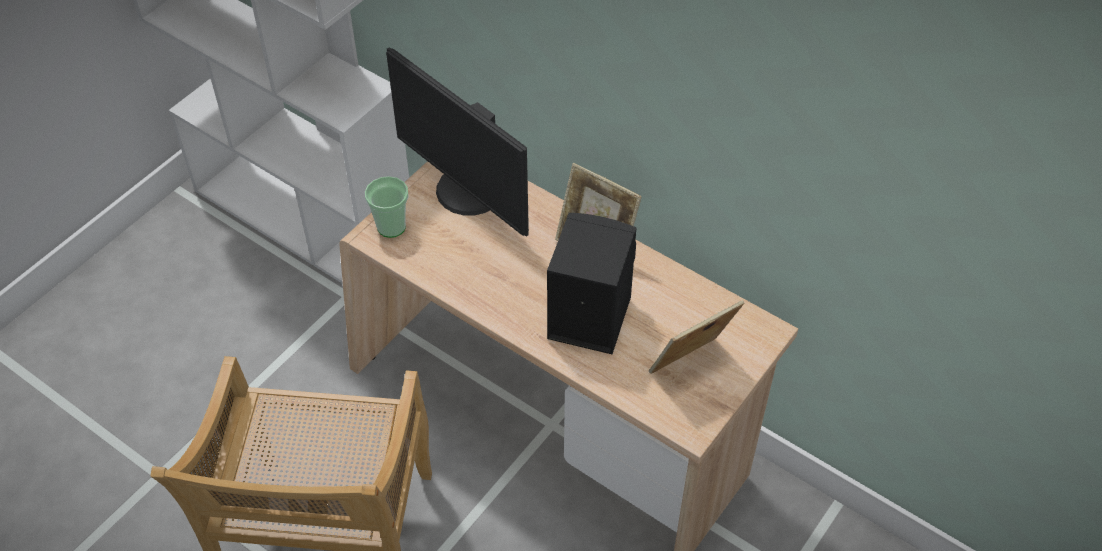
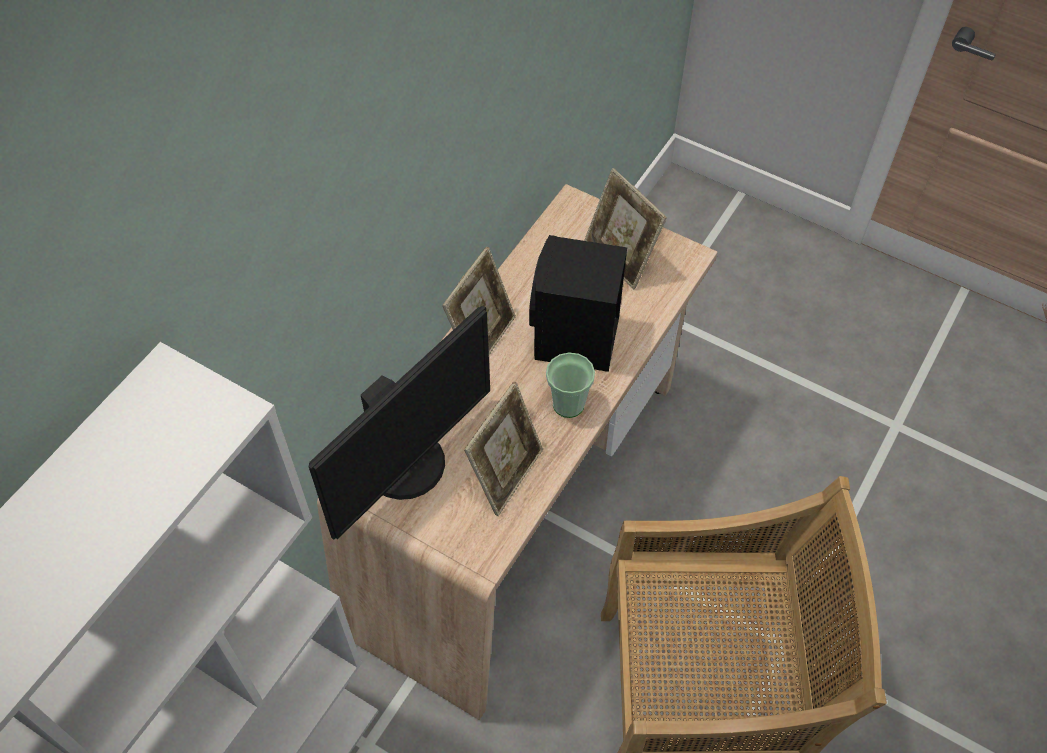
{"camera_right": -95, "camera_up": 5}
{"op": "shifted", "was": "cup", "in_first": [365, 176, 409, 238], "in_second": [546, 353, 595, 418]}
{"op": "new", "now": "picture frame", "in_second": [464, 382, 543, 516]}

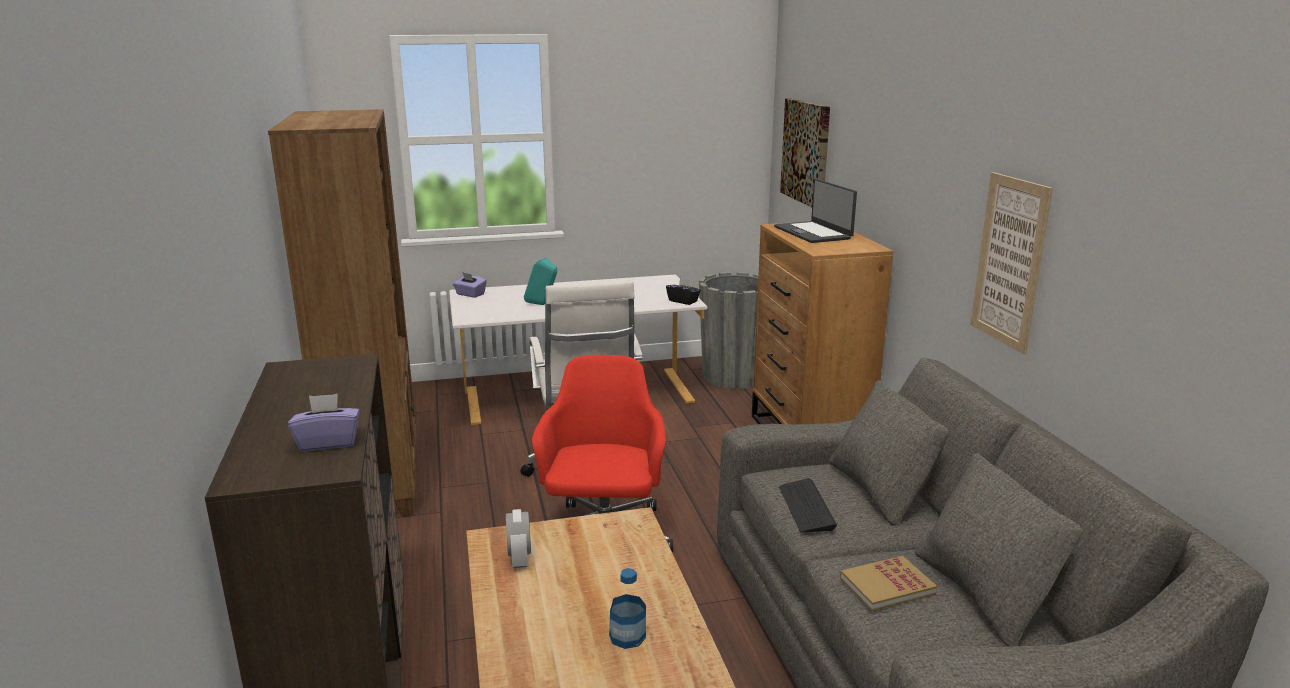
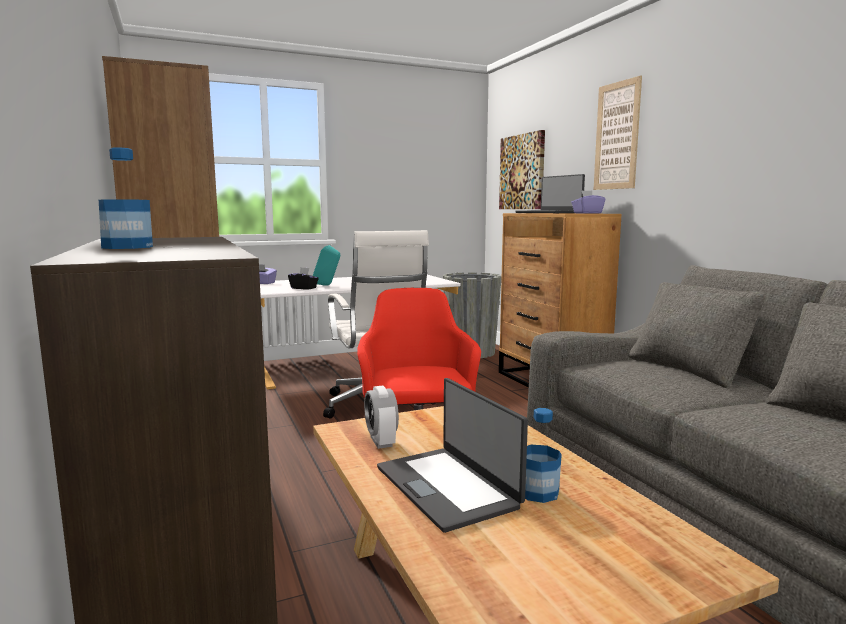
{"camera_right": -10, "camera_up": -10}
{"op": "shifted", "was": "picture", "in_first": [970, 172, 1053, 355], "in_second": [594, 75, 642, 190]}
{"op": "shifted", "was": "black tissue box", "in_first": [666, 277, 701, 305], "in_second": [288, 268, 319, 290]}
{"op": "shifted", "was": "purple tissue box", "in_first": [288, 394, 360, 451], "in_second": [571, 190, 605, 214]}
{"op": "gone", "was": "keyboard", "in_first": [779, 478, 837, 532]}
{"op": "gone", "was": "book", "in_first": [840, 556, 937, 611]}
{"op": "new", "now": "bottle", "in_second": [99, 147, 153, 249]}
{"op": "new", "now": "laptop", "in_second": [377, 378, 528, 533]}

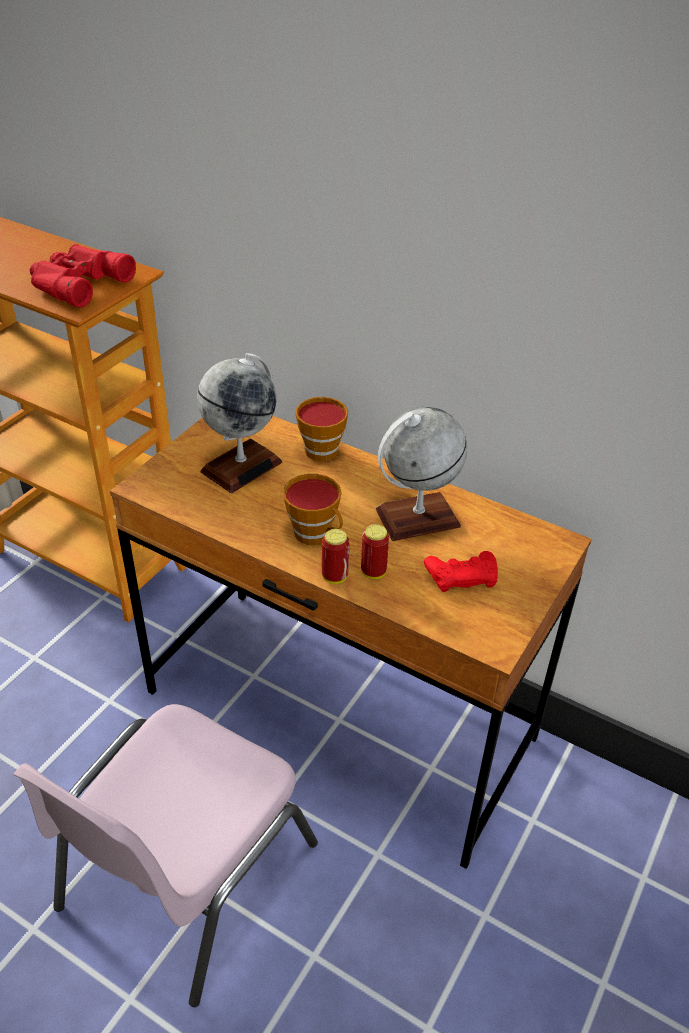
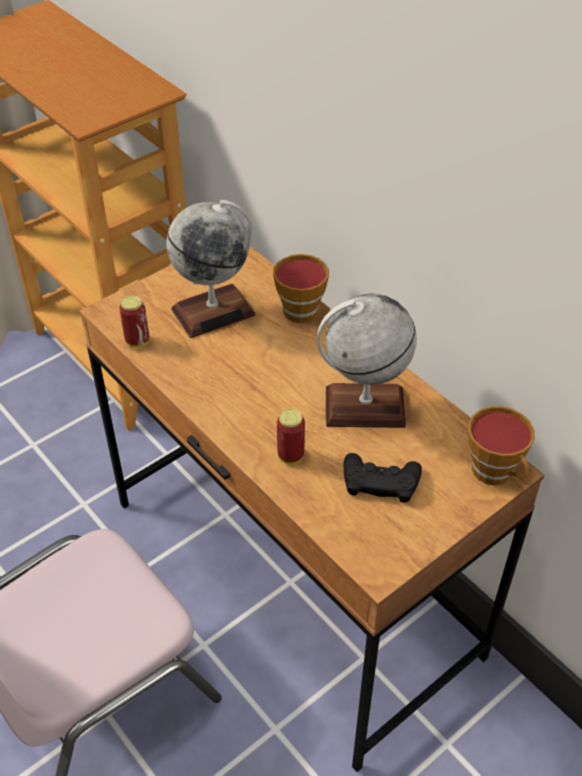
{"camera_right": 20, "camera_up": 5}
{"op": "gone", "was": "red binoculars", "in_first": [30, 244, 136, 308]}
{"op": "shifted", "was": "cup", "in_first": [283, 474, 343, 545], "in_second": [468, 406, 535, 485]}
{"op": "shifted", "was": "can", "in_first": [322, 529, 349, 584], "in_second": [119, 295, 149, 348]}
{"op": "repainted", "was": "red game controller", "now": "black game controller", "in_first": [424, 551, 498, 592], "in_second": [344, 453, 422, 503]}

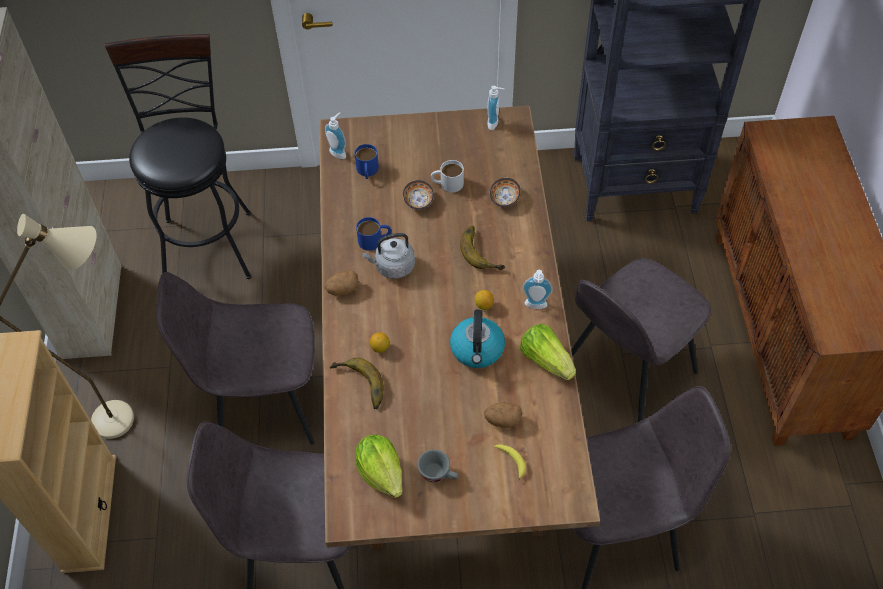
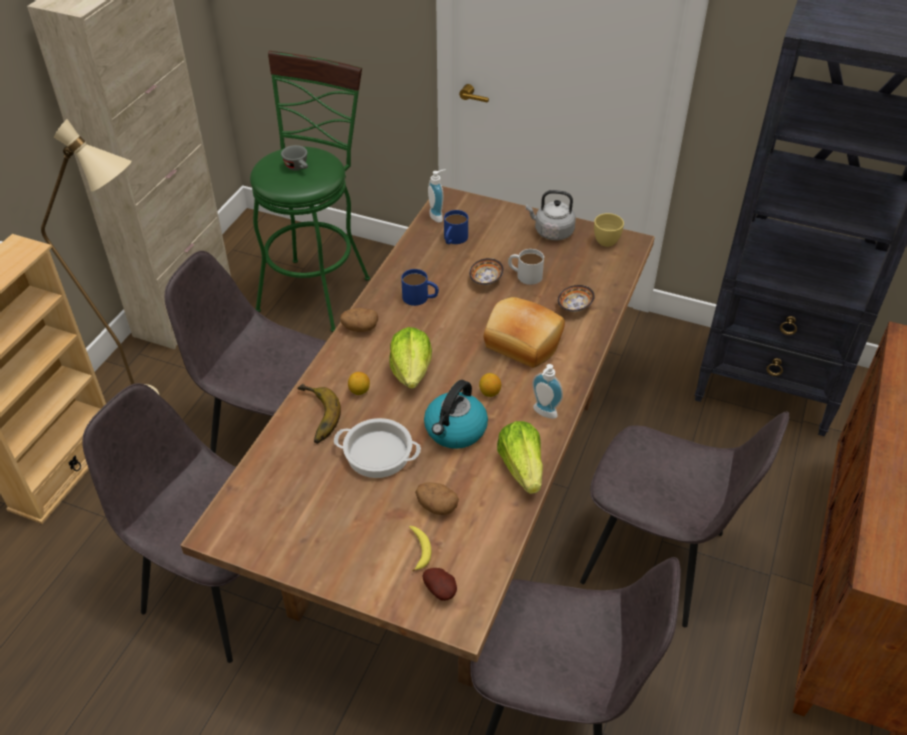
{"camera_right": 25, "camera_up": -10}
{"op": "repainted", "was": "black stool", "now": "green stool", "in_first": [105, 34, 251, 279], "in_second": [250, 51, 370, 332]}
{"op": "swapped", "was": "soap dispenser", "now": "yellow cup", "in_first": [487, 86, 504, 130], "in_second": [594, 213, 624, 247]}
{"op": "swapped", "was": "banana", "now": "bread", "in_first": [460, 226, 505, 270], "in_second": [483, 297, 565, 368]}
{"op": "shifted", "was": "grey kettle", "in_first": [362, 233, 415, 279], "in_second": [526, 190, 576, 240]}
{"op": "rotated", "was": "grey chair", "in_first": [571, 258, 711, 422], "in_second": [580, 411, 789, 627], "clockwise": -135}
{"op": "shifted", "was": "lettuce", "in_first": [356, 434, 402, 498], "in_second": [389, 327, 432, 389]}
{"op": "shifted", "was": "grey cup", "in_first": [417, 450, 459, 483], "in_second": [281, 145, 308, 171]}
{"op": "new", "now": "cooking pot", "in_second": [334, 418, 421, 478]}
{"op": "new", "now": "potato", "in_second": [422, 568, 457, 601]}

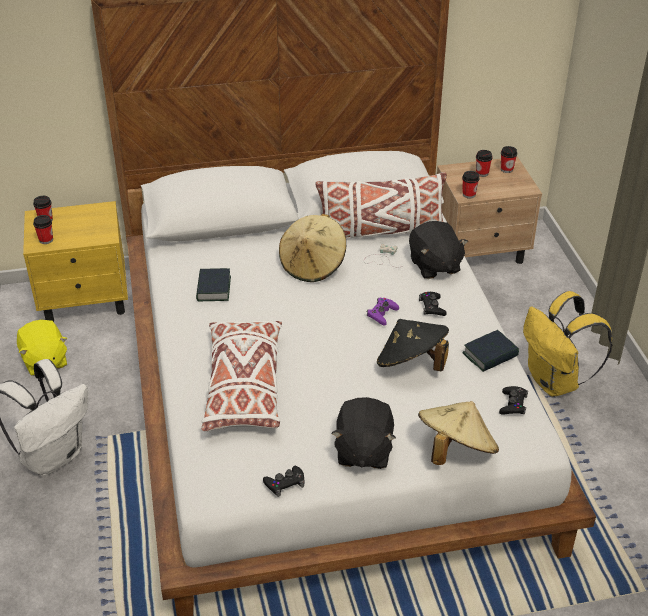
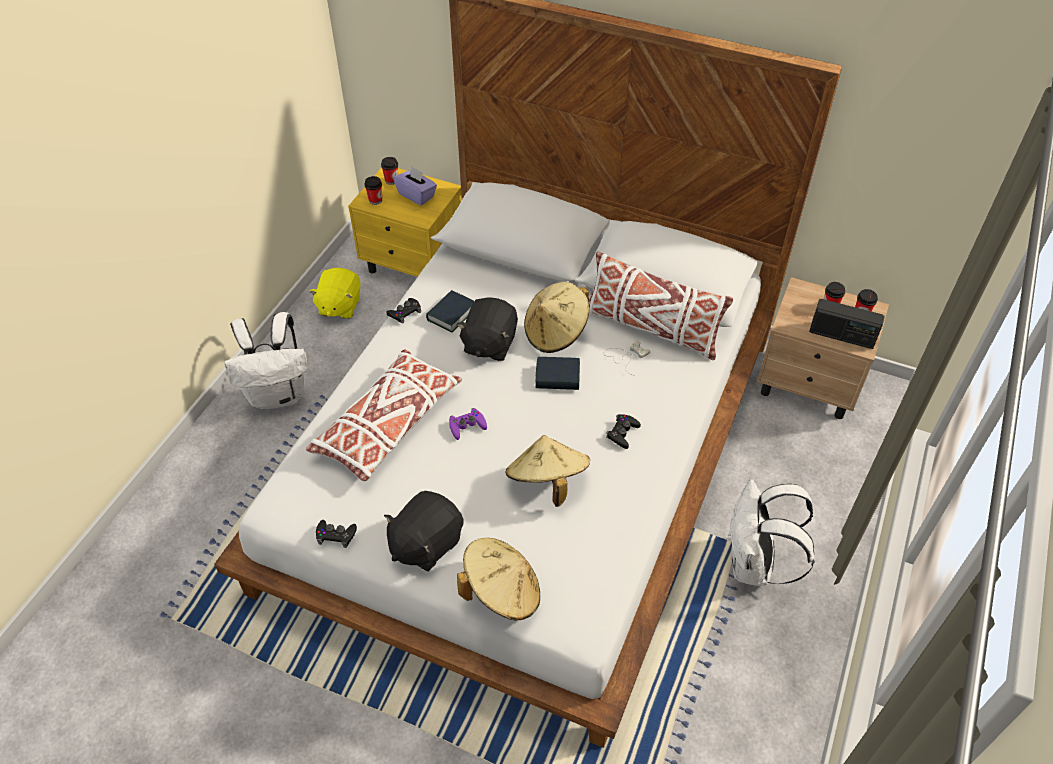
{"camera_right": 35, "camera_up": 10}
{"op": "gone", "was": "cup", "in_first": [462, 171, 479, 199]}
{"op": "shifted", "was": "black plush toy", "in_first": [409, 221, 468, 279], "in_second": [456, 297, 518, 361]}
{"op": "repainted", "was": "yellow backpack", "now": "white backpack", "in_first": [523, 291, 613, 397], "in_second": [728, 479, 815, 586]}
{"op": "shifted", "was": "purple game controller", "in_first": [367, 298, 399, 326], "in_second": [449, 408, 487, 440]}
{"op": "repainted", "was": "black hat", "now": "beige hat", "in_first": [377, 319, 449, 371], "in_second": [506, 435, 590, 507]}
{"op": "shifted", "was": "book", "in_first": [462, 330, 519, 372], "in_second": [535, 357, 580, 390]}
{"op": "shifted", "was": "black game controller", "in_first": [499, 386, 528, 415], "in_second": [387, 298, 421, 324]}
{"op": "new", "now": "purple tissue box", "in_second": [393, 166, 437, 205]}
{"op": "new", "now": "radio", "in_second": [809, 299, 885, 349]}

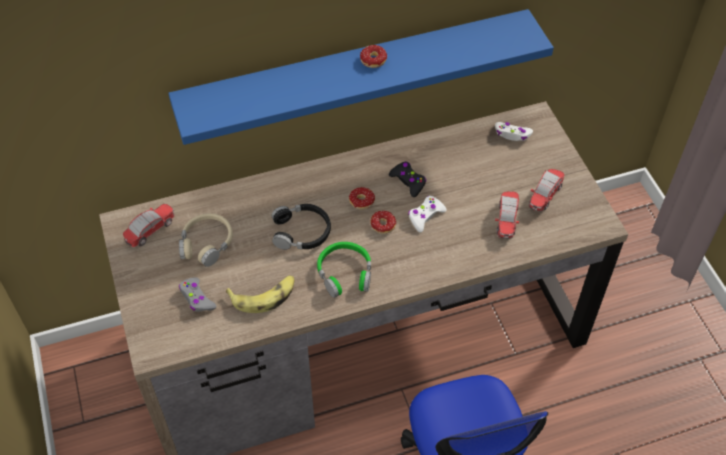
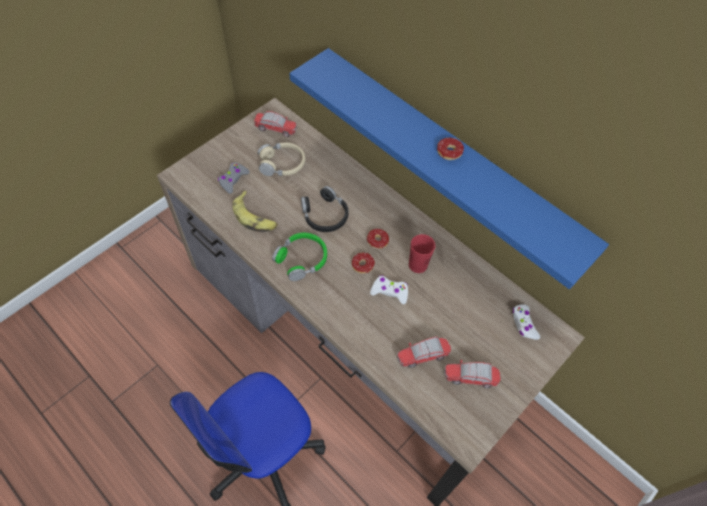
{"camera_right": 60, "camera_up": 5}
{"op": "swapped", "was": "black game controller", "now": "red cup", "in_first": [389, 162, 426, 197], "in_second": [409, 234, 435, 273]}

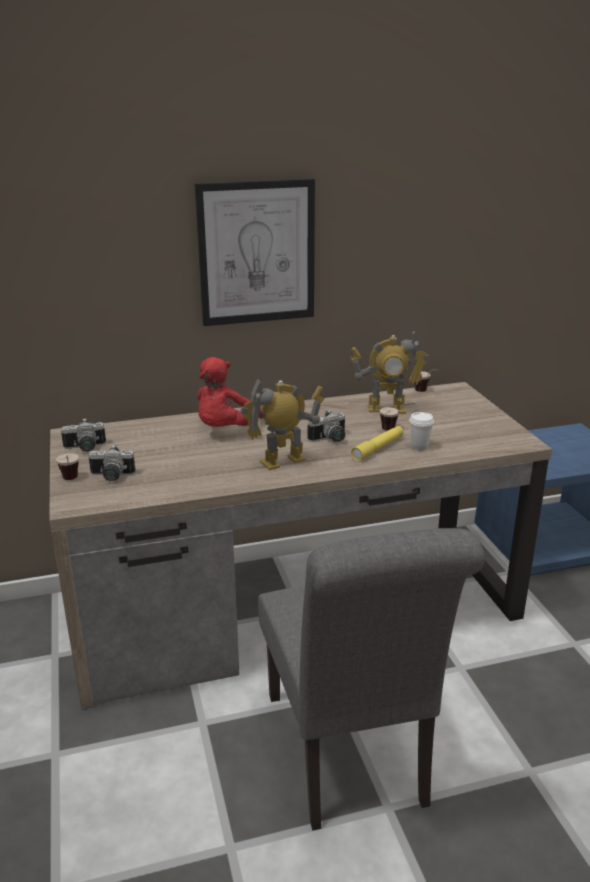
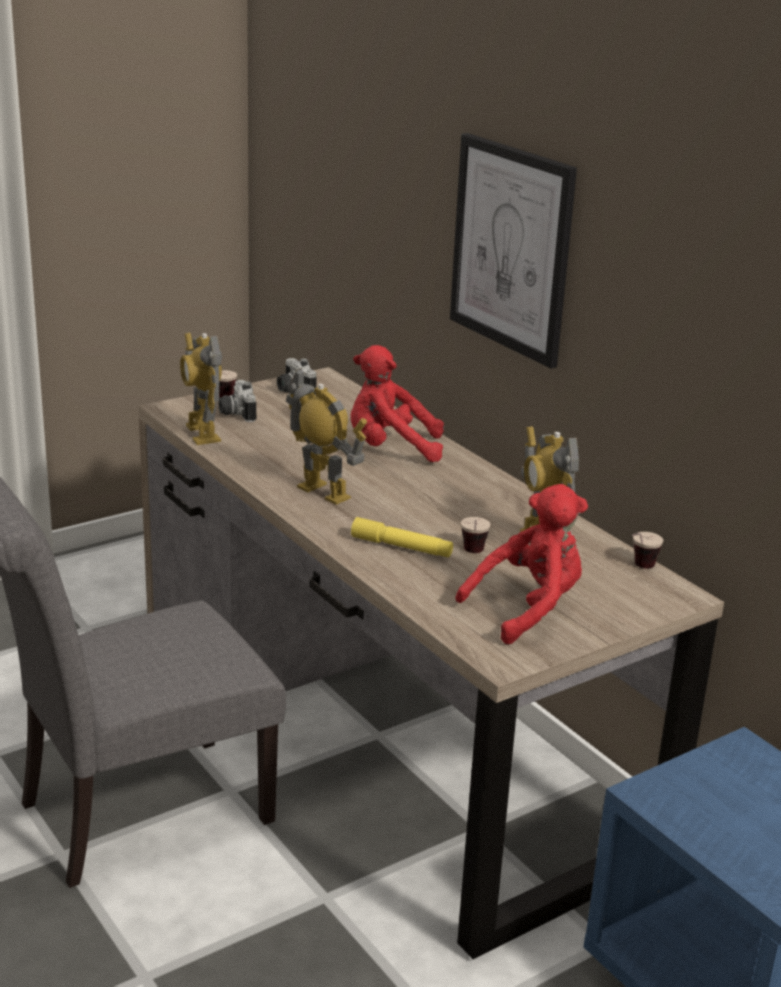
{"camera_right": 70, "camera_up": 0}
{"op": "gone", "was": "photo camera", "in_first": [307, 410, 346, 442]}
{"op": "gone", "was": "white cup", "in_first": [409, 412, 434, 451]}
{"op": "new", "now": "toy robot", "in_second": [180, 332, 222, 445]}
{"op": "new", "now": "red plush toy", "in_second": [456, 484, 588, 644]}

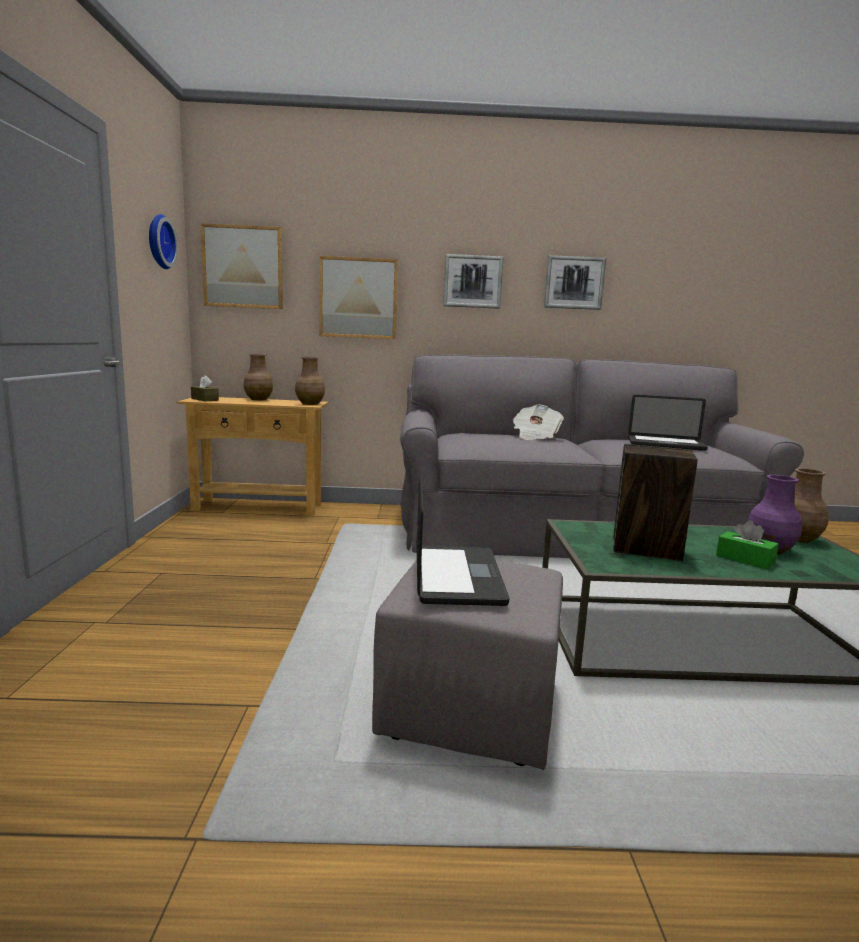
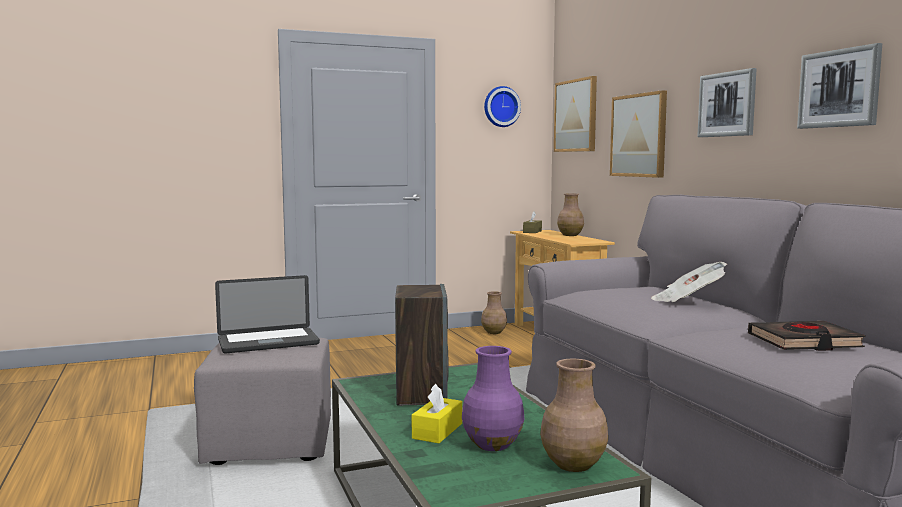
{"camera_right": 70, "camera_up": -5}
{"op": "shifted", "was": "brown vase", "in_first": [295, 357, 325, 405], "in_second": [481, 291, 507, 334]}
{"op": "swapped", "was": "laptop", "now": "black book", "in_first": [628, 395, 708, 451], "in_second": [748, 321, 865, 351]}
{"op": "repainted", "was": "green tissue box", "now": "yellow tissue box", "in_first": [716, 520, 779, 569], "in_second": [412, 384, 462, 443]}

